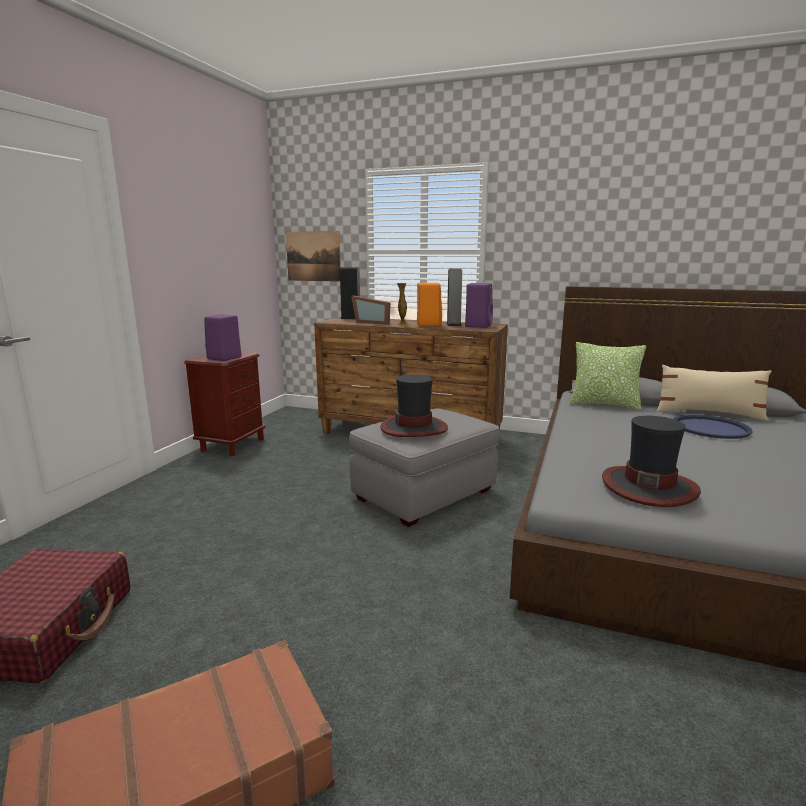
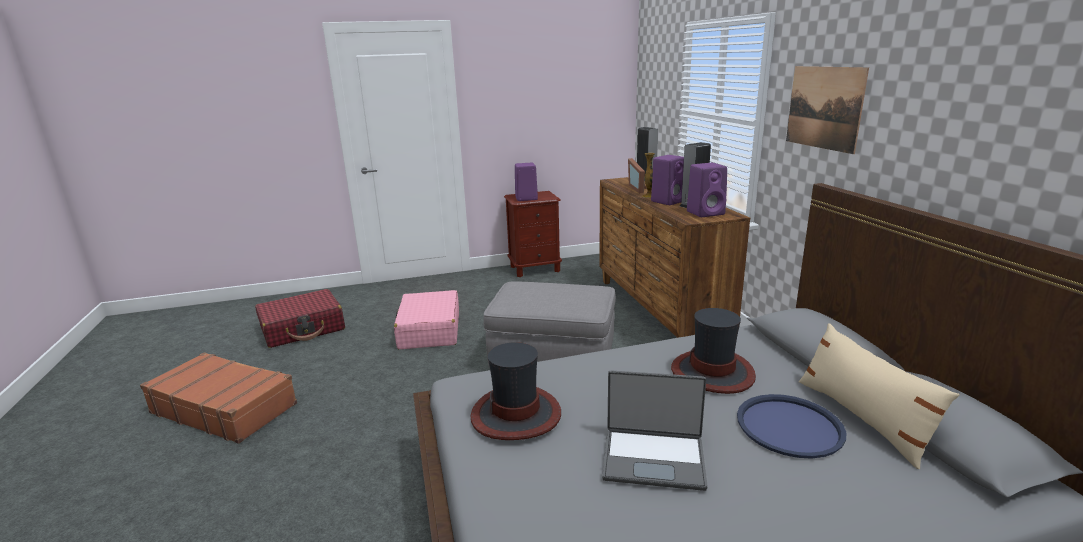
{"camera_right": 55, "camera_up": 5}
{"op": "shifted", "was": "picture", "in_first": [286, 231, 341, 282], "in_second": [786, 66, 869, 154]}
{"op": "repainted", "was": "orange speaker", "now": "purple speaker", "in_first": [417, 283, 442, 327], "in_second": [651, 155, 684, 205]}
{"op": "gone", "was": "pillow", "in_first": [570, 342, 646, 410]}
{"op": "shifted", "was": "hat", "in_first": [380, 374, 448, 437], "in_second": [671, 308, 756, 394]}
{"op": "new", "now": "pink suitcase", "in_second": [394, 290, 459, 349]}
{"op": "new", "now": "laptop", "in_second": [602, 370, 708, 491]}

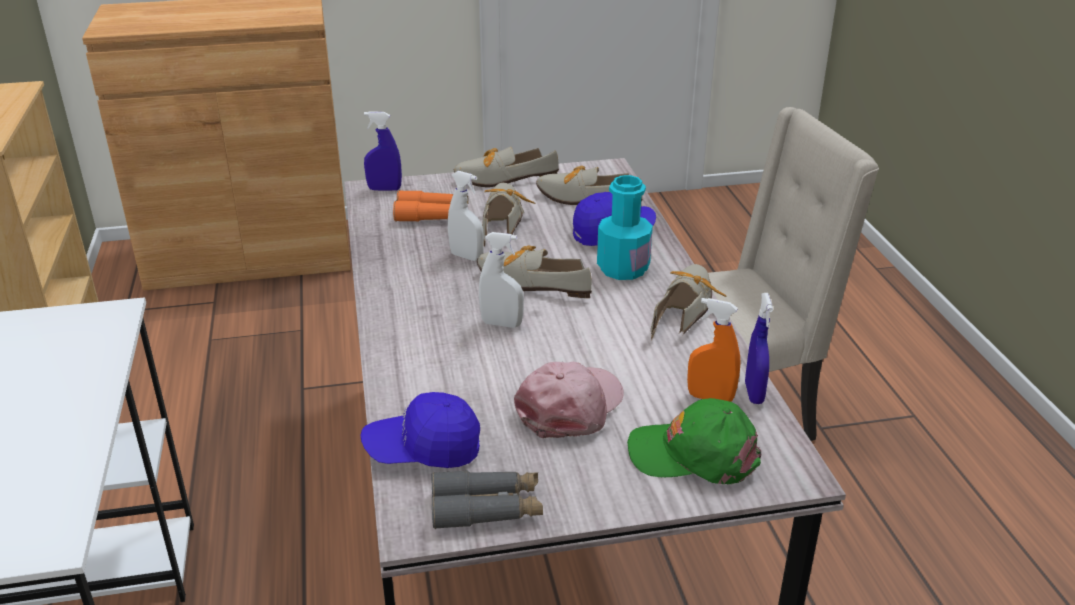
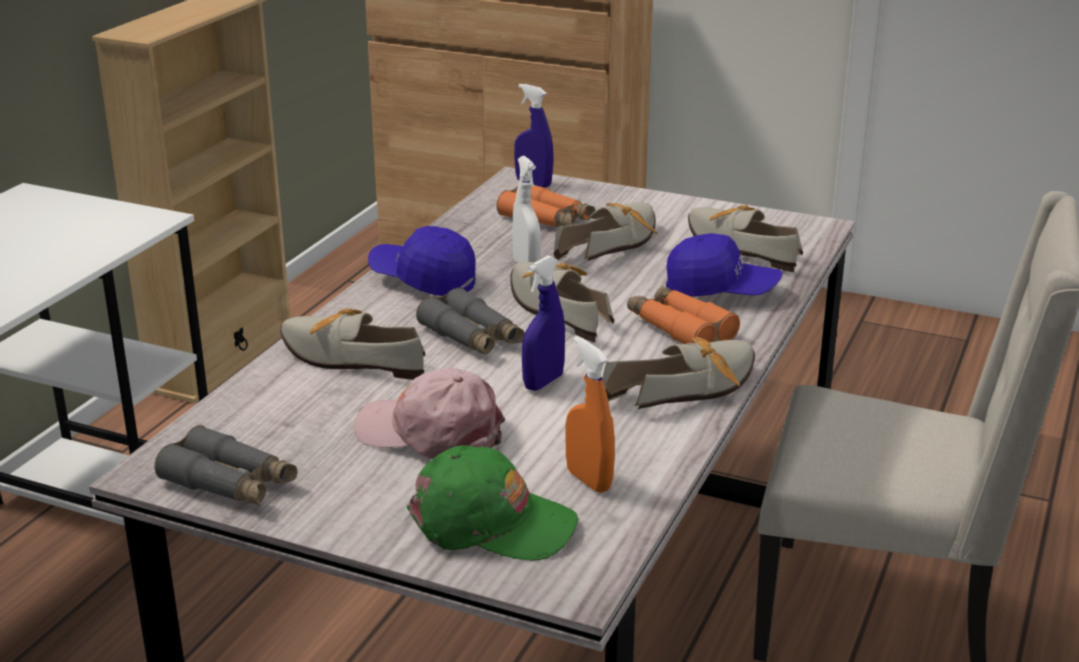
{"camera_right": 35, "camera_up": -5}
{"op": "shifted", "was": "shoe", "in_first": [454, 147, 559, 187], "in_second": [280, 308, 425, 380]}
{"op": "swapped", "was": "turquoise bottle", "now": "orange binoculars", "in_first": [597, 175, 653, 280], "in_second": [627, 286, 740, 344]}
{"op": "swapped", "was": "white spray bottle", "now": "grey binoculars", "in_first": [479, 232, 524, 328], "in_second": [416, 288, 525, 355]}
{"op": "shifted", "was": "blue spray bottle", "in_first": [745, 293, 773, 404], "in_second": [522, 256, 565, 391]}
{"op": "rotated", "was": "pink cap", "in_first": [514, 362, 623, 439], "in_second": [354, 368, 505, 459], "clockwise": -135}
{"op": "shifted", "was": "blue cap", "in_first": [360, 392, 480, 468], "in_second": [368, 226, 476, 296]}
{"op": "rotated", "was": "green cap", "in_first": [627, 398, 762, 484], "in_second": [407, 445, 578, 561], "clockwise": 150}

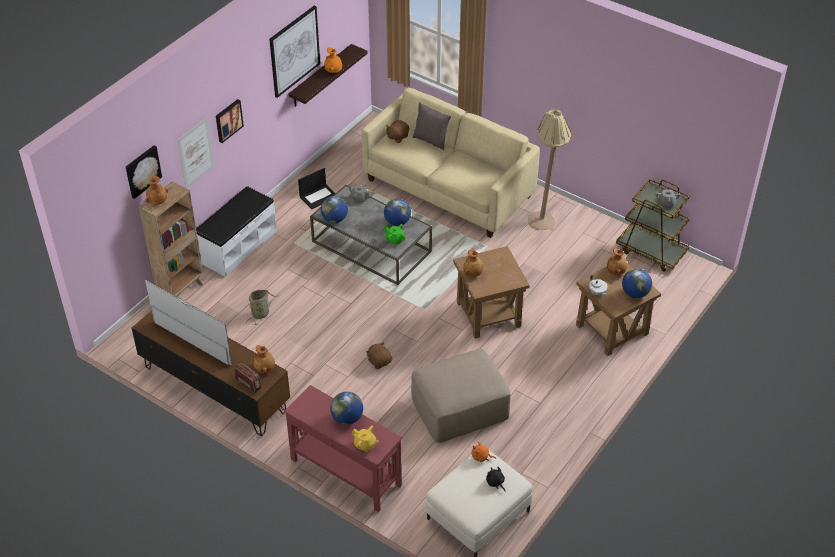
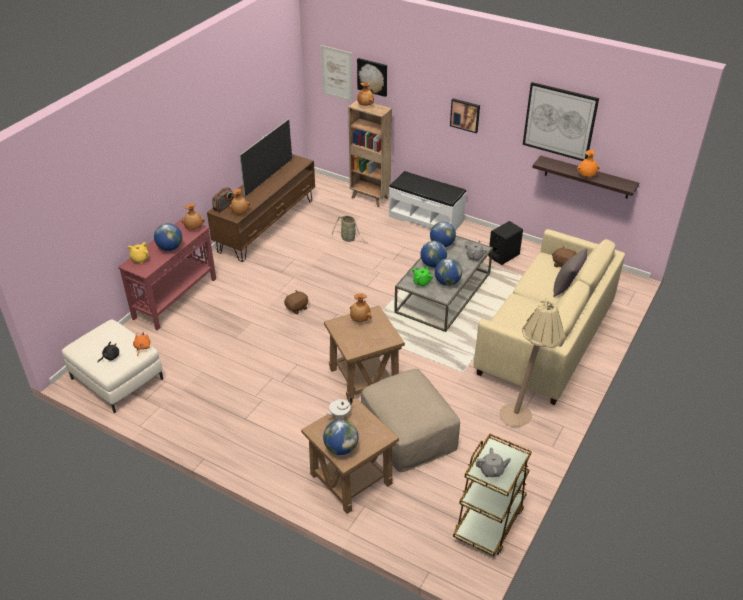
{"camera_right": 85, "camera_up": -5}
{"op": "shifted", "was": "picture", "in_first": [177, 117, 215, 188], "in_second": [321, 45, 353, 102]}
{"op": "swapped", "was": "laptop", "now": "black speaker", "in_first": [298, 168, 336, 209], "in_second": [488, 221, 523, 265]}
{"op": "shifted", "was": "brown vase", "in_first": [607, 248, 627, 275], "in_second": [182, 203, 205, 230]}
{"op": "shifted", "was": "beige ottoman", "in_first": [411, 349, 511, 443], "in_second": [361, 369, 460, 472]}
{"op": "new", "now": "globe", "in_second": [420, 241, 447, 267]}

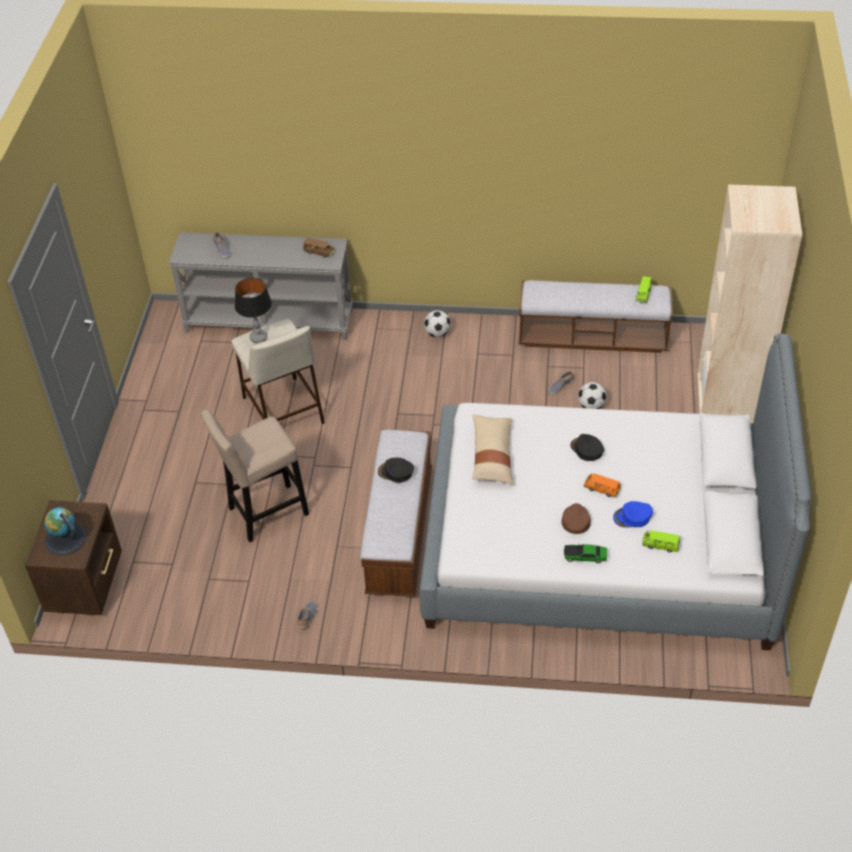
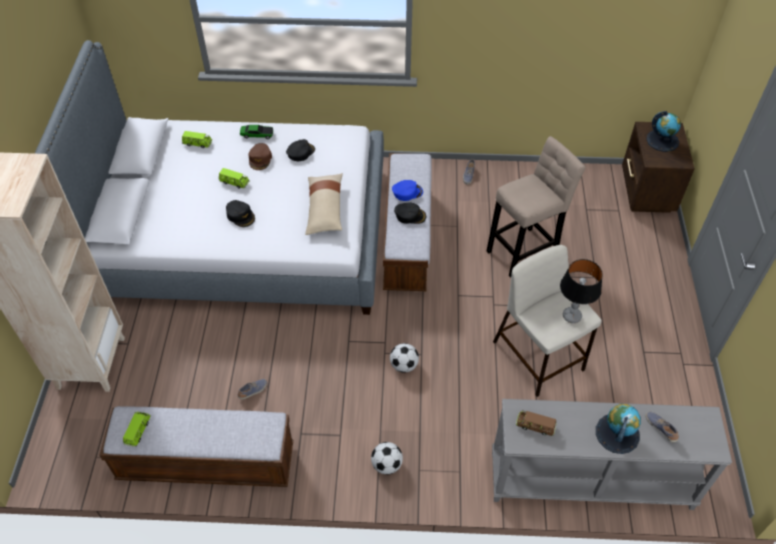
{"camera_right": 175, "camera_up": 5}
{"op": "shifted", "was": "football", "in_first": [578, 382, 607, 409], "in_second": [390, 343, 419, 373]}
{"op": "repainted", "was": "orange toy car", "now": "green toy car", "in_first": [584, 473, 621, 497], "in_second": [219, 168, 250, 188]}
{"op": "shifted", "was": "blue cap", "in_first": [613, 501, 653, 527], "in_second": [392, 180, 423, 201]}
{"op": "new", "now": "black cap", "in_second": [286, 139, 315, 161]}
{"op": "new", "now": "globe", "in_second": [596, 404, 641, 454]}

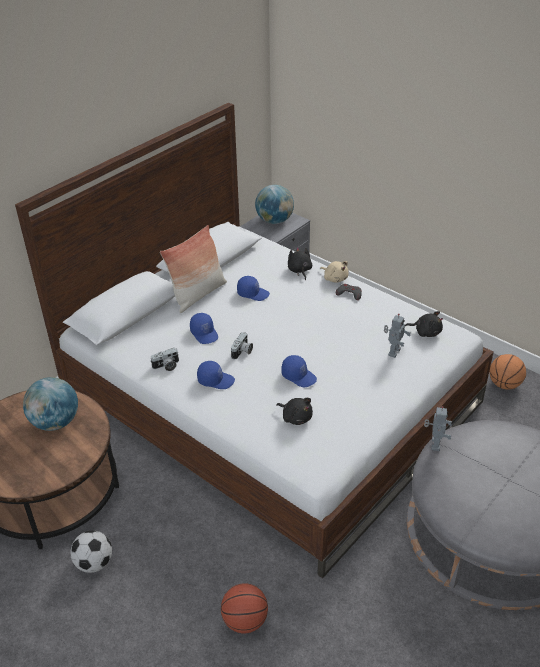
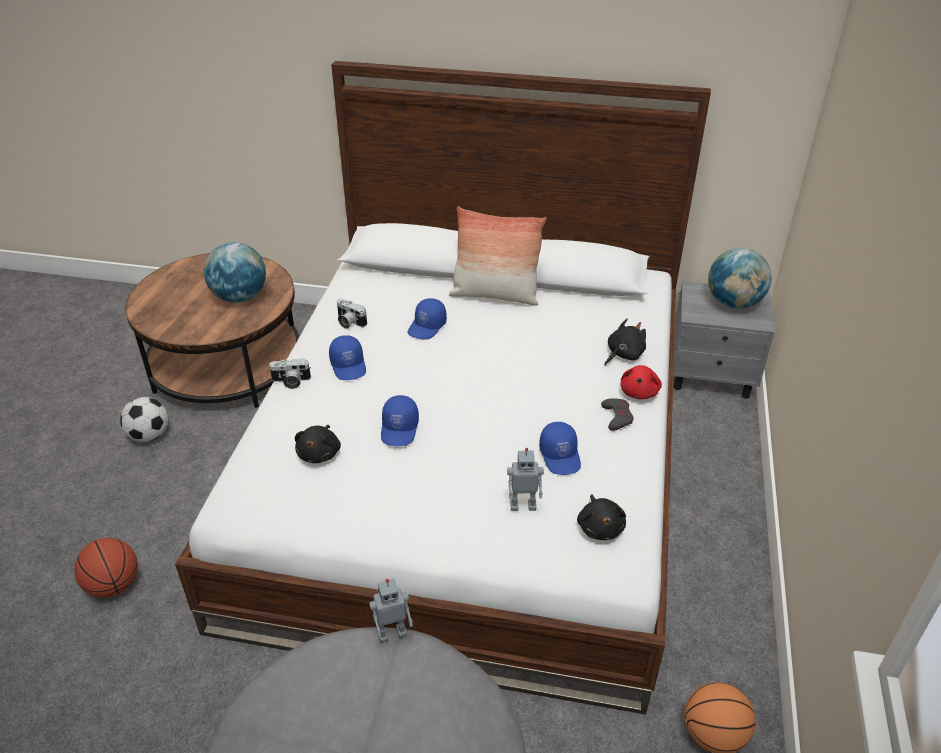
{"camera_right": 60, "camera_up": 0}
{"op": "repainted", "was": "beige plush toy", "now": "red plush toy", "in_first": [320, 261, 349, 283], "in_second": [621, 365, 662, 399]}
{"op": "shifted", "was": "blue cap", "in_first": [237, 276, 270, 301], "in_second": [539, 422, 581, 475]}
{"op": "shifted", "was": "photo camera", "in_first": [231, 332, 253, 360], "in_second": [269, 359, 311, 389]}

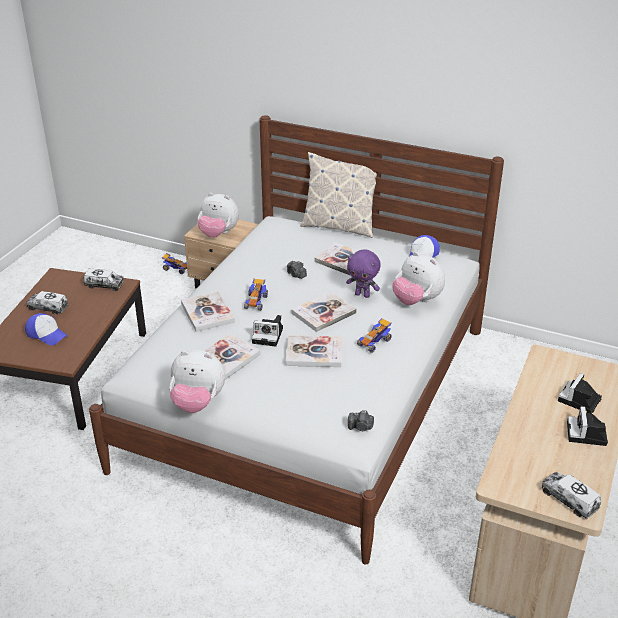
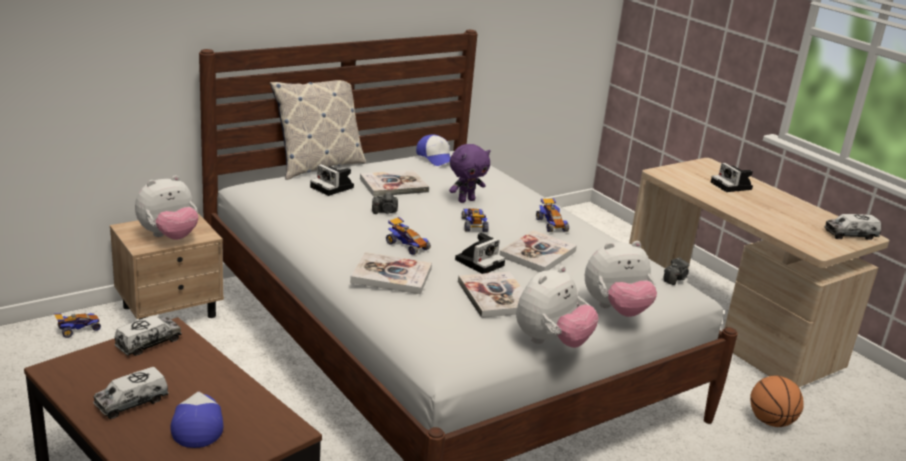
{"camera_right": -60, "camera_up": -10}
{"op": "shifted", "was": "plush toy", "in_first": [393, 252, 445, 305], "in_second": [585, 241, 657, 317]}
{"op": "swapped", "was": "book", "now": "toy car", "in_first": [291, 291, 357, 332], "in_second": [461, 208, 489, 232]}
{"op": "rotated", "was": "cap", "in_first": [25, 313, 67, 345], "in_second": [170, 392, 223, 448], "clockwise": -75}
{"op": "shifted", "was": "photo camera", "in_first": [567, 406, 608, 446], "in_second": [310, 164, 354, 196]}
{"op": "new", "now": "basketball", "in_second": [750, 376, 804, 427]}

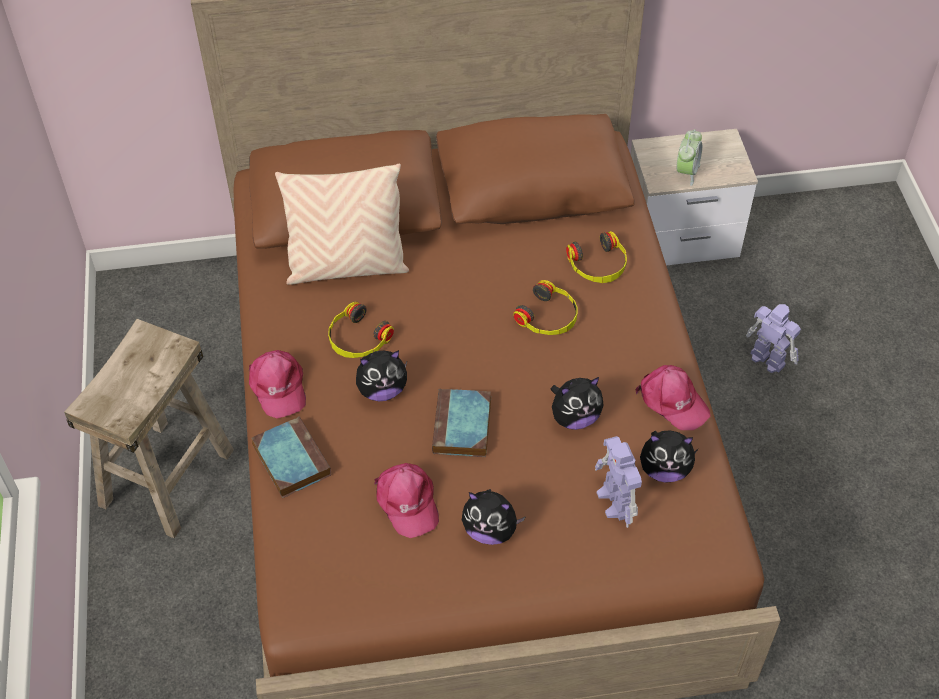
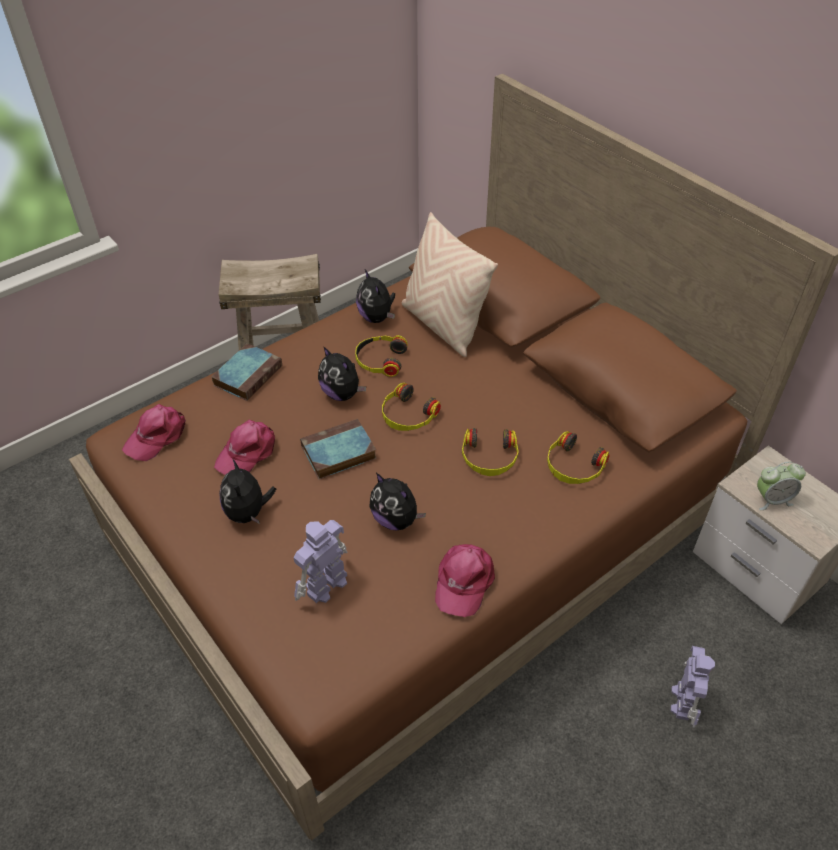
{"camera_right": 60, "camera_up": -5}
{"op": "shifted", "was": "pink cap", "in_first": [249, 350, 306, 418], "in_second": [122, 404, 186, 461]}
{"op": "shifted", "was": "plush toy", "in_first": [640, 431, 698, 483], "in_second": [356, 270, 395, 323]}
{"op": "new", "now": "headphones", "in_second": [382, 382, 441, 431]}

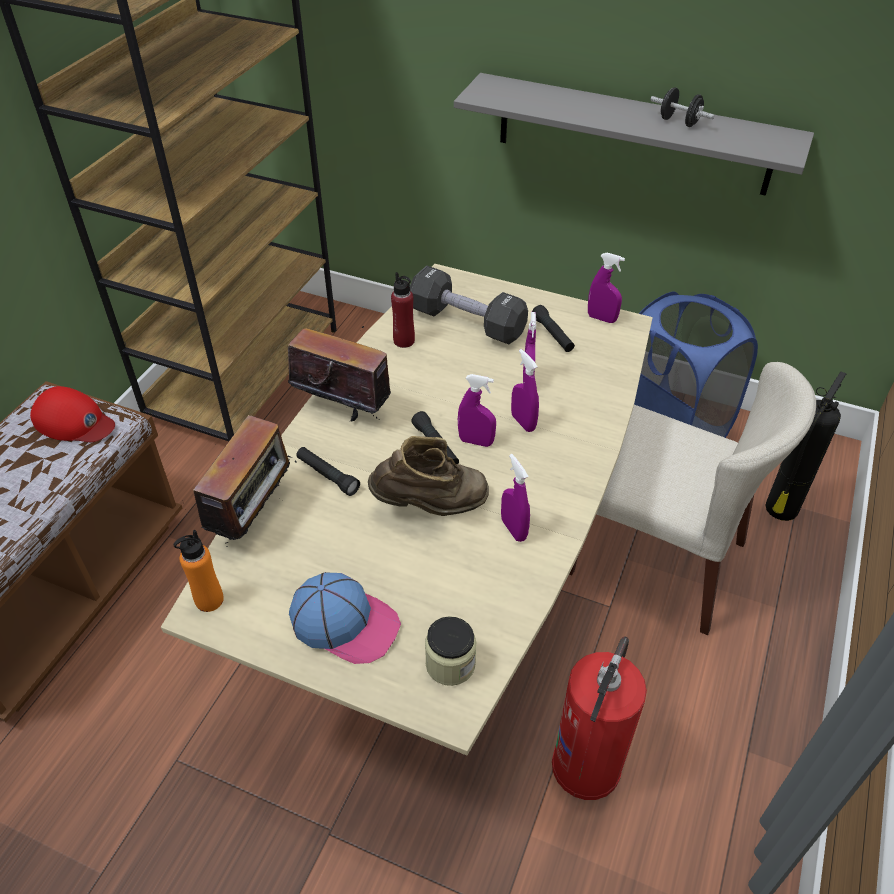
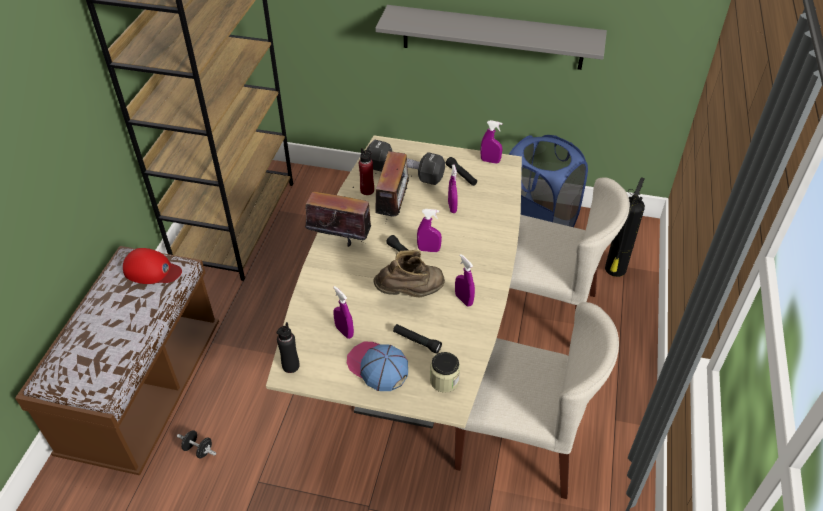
{"camera_right": -10, "camera_up": 0}
{"op": "shifted", "was": "black dumbbell", "in_first": [650, 87, 714, 127], "in_second": [177, 430, 216, 458]}
{"op": "shifted", "was": "purple spray bottle", "in_first": [511, 349, 539, 432], "in_second": [333, 286, 354, 339]}
{"op": "shifted", "was": "radio", "in_first": [193, 415, 297, 547], "in_second": [375, 151, 412, 222]}
{"op": "shifted", "was": "black flashlight", "in_first": [296, 447, 360, 496], "in_second": [393, 324, 442, 354]}
{"op": "repainted", "was": "orange bottle", "now": "black bottle", "in_first": [174, 530, 224, 612], "in_second": [277, 322, 299, 373]}
{"op": "rotated", "was": "cap", "in_first": [289, 572, 401, 664], "in_second": [347, 342, 408, 391], "clockwise": -150}
{"op": "swapped", "was": "fire extinguisher", "now": "beige chair", "in_first": [552, 637, 647, 800], "in_second": [455, 302, 619, 499]}

